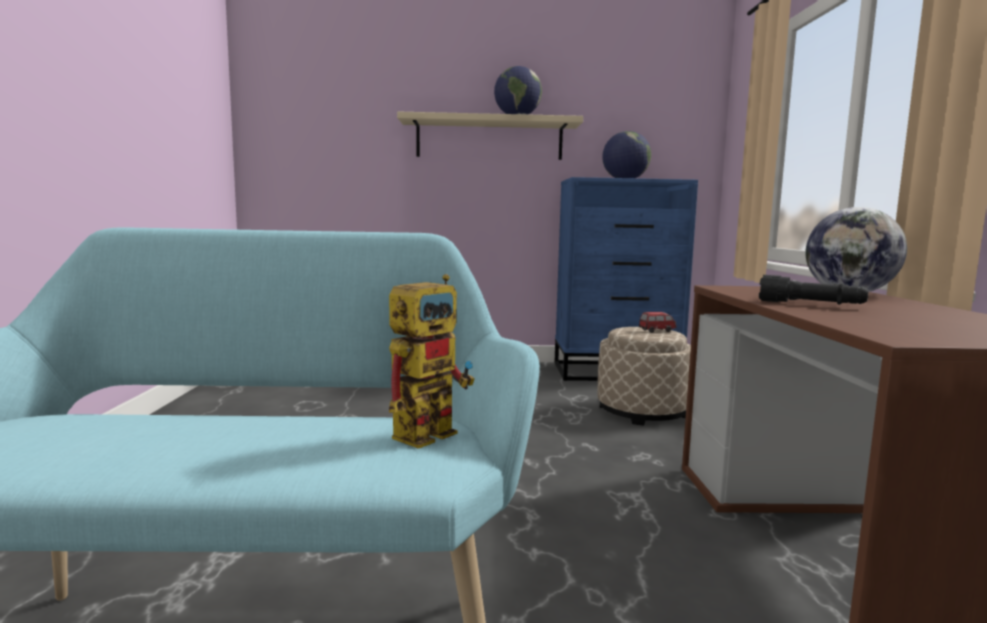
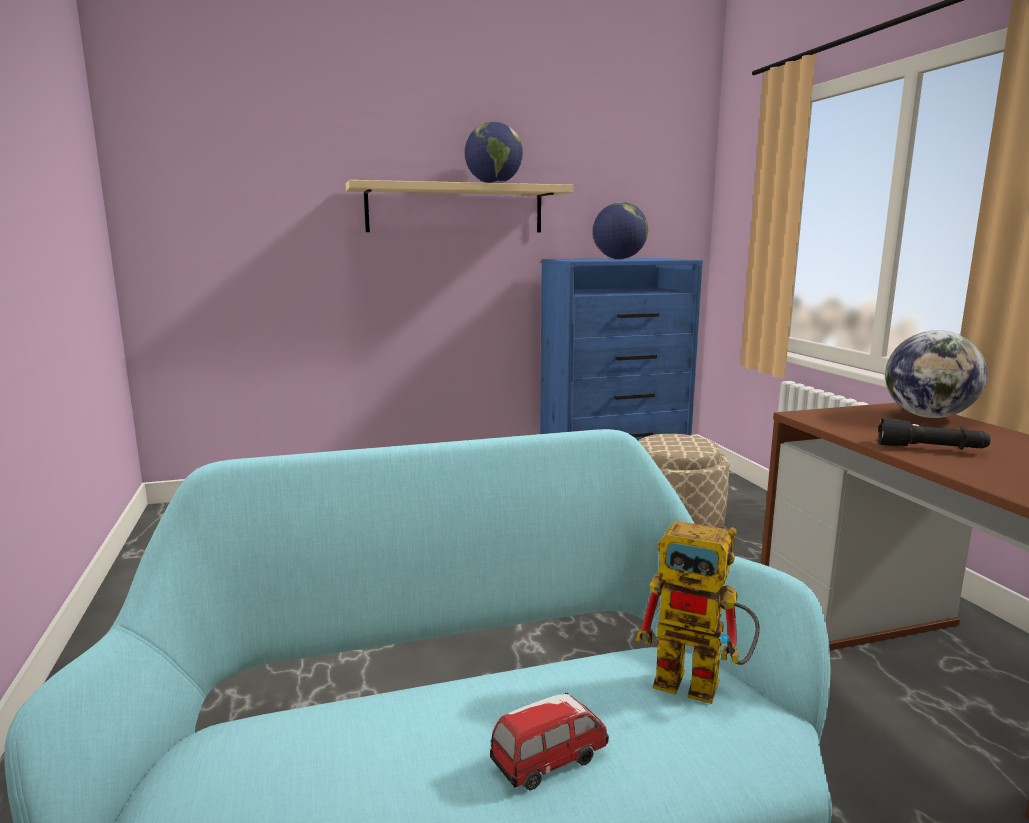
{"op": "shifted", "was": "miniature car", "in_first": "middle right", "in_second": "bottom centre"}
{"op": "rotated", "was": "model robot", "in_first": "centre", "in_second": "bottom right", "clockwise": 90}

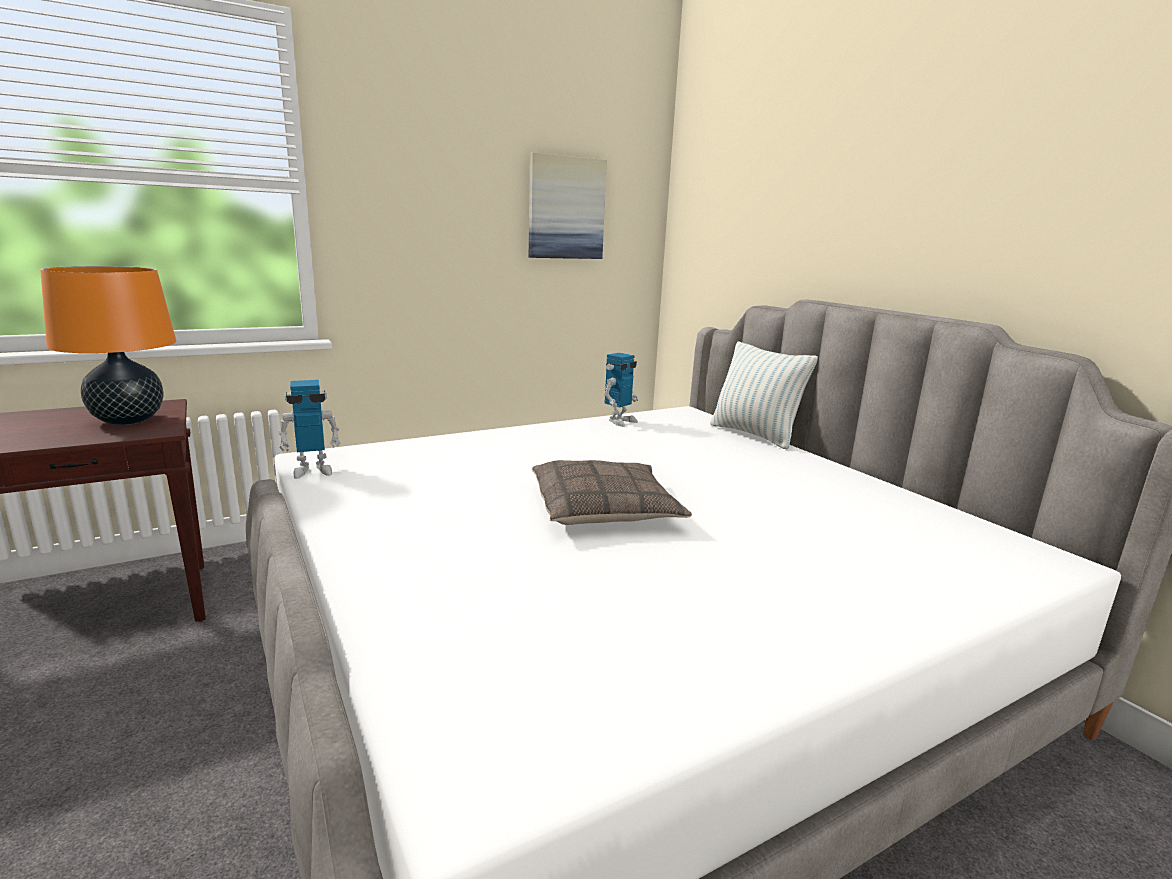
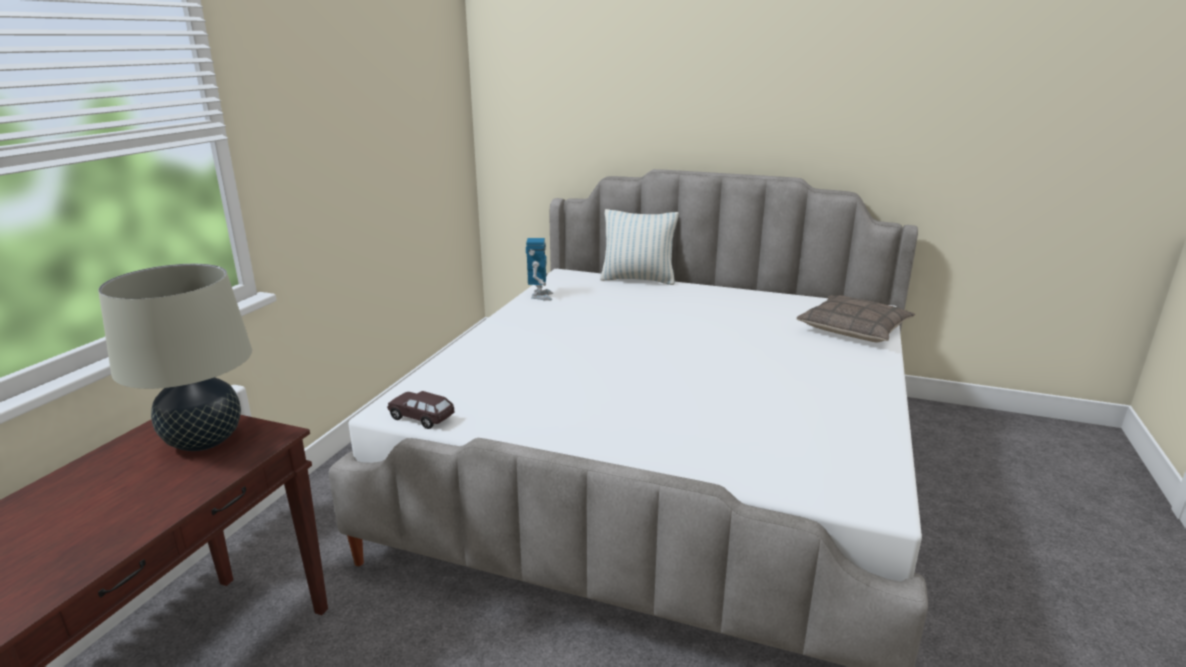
{"op": "repainted", "was": "table lamp (orange)", "now": "table lamp (beige-coloured)", "in_first": "middle left", "in_second": "middle left"}
{"op": "swapped", "was": "model robot (no. 1 from left)", "now": "miniature car (brownish)", "in_first": "middle left", "in_second": "centre"}
{"op": "shifted", "was": "throw pillow (no. 1 from left in the first image)", "now": "throw pillow (no. 2 from left)", "in_first": "centre", "in_second": "middle right"}
{"op": "gone", "was": "wall art", "in_first": "top centre"}

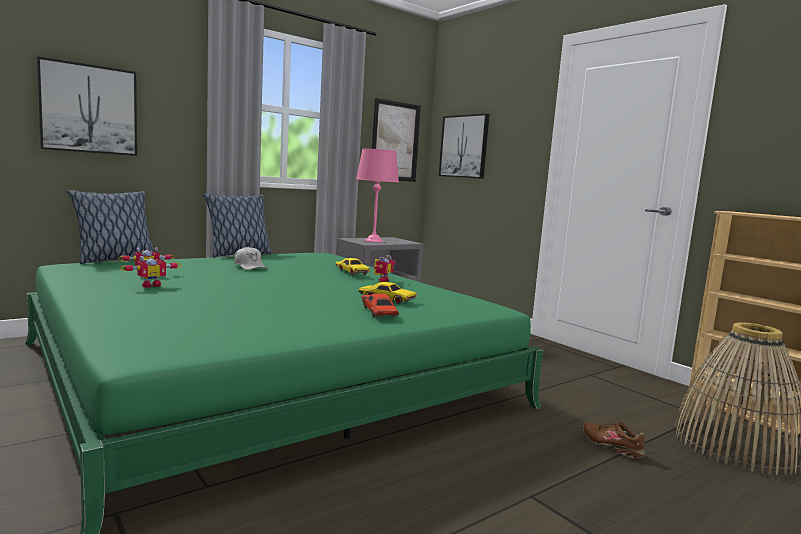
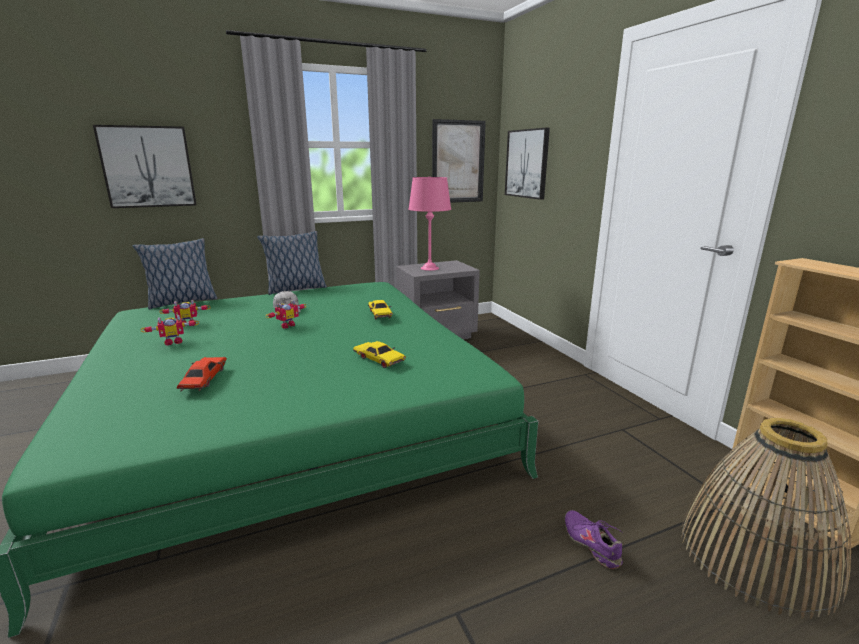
{"op": "shifted", "was": "miniature car (reddish)", "in_first": "centre", "in_second": "middle left"}
{"op": "shifted", "was": "model robot (no. 3 from left)", "in_first": "centre", "in_second": "middle left"}
{"op": "repainted", "was": "shoe (brownish)", "now": "shoe (purple)", "in_first": "bottom right", "in_second": "bottom right"}

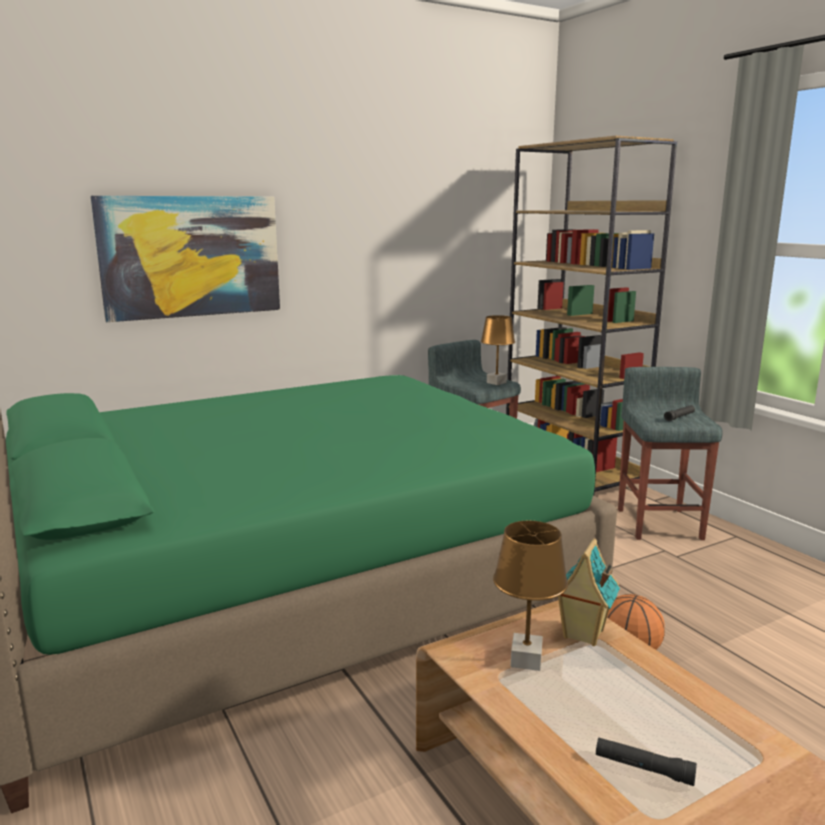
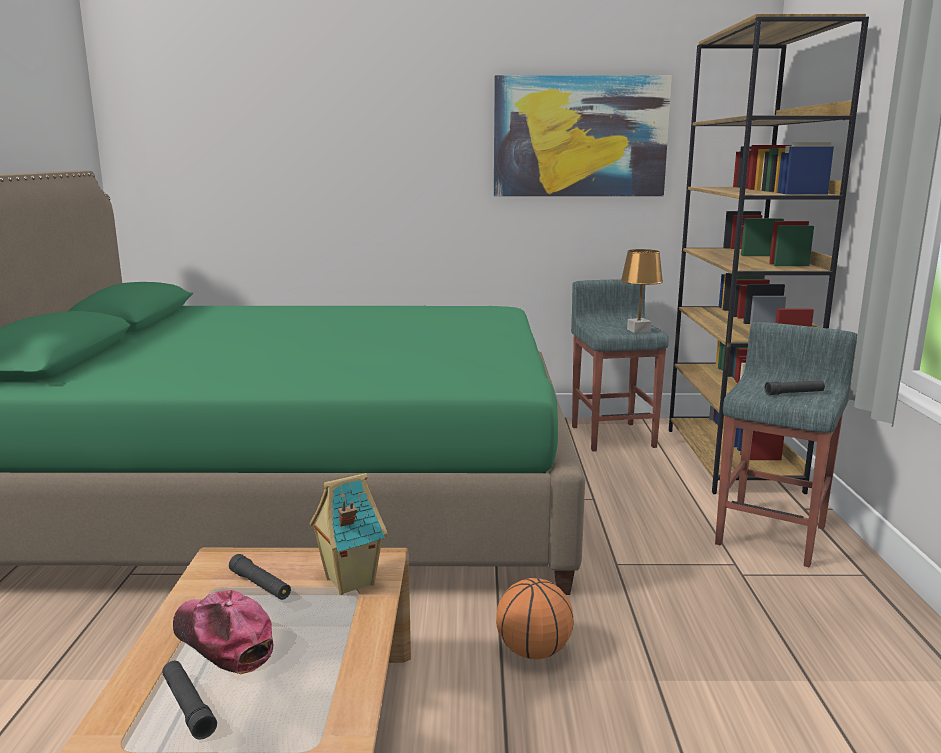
{"op": "new", "now": "baseball cap", "in_second": "bottom left"}
{"op": "swapped", "was": "table lamp (brownish) (no. 2 from left)", "now": "torch (black) (no. 2 from left)", "in_first": "bottom centre", "in_second": "bottom left"}
{"op": "shifted", "was": "wall art", "in_first": "top left", "in_second": "top centre"}

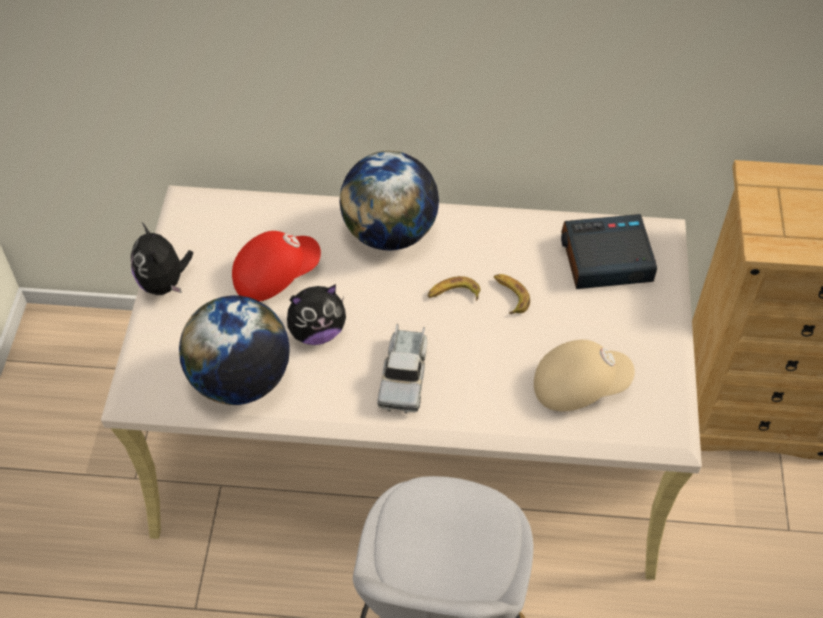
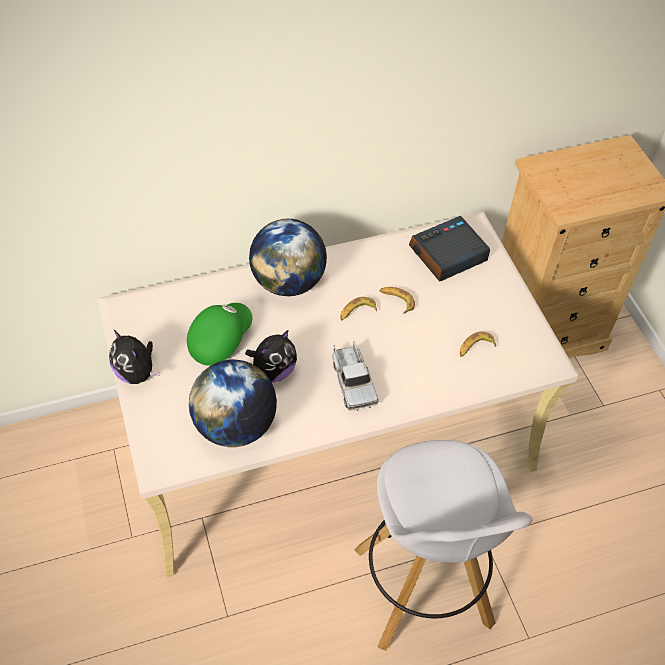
{"op": "repainted", "was": "baseball cap (reddish)", "now": "baseball cap (green)", "in_first": "centre", "in_second": "middle left"}
{"op": "swapped", "was": "baseball cap (beige-coloured)", "now": "banana fruit (no. 3 from left)", "in_first": "middle right", "in_second": "middle right"}

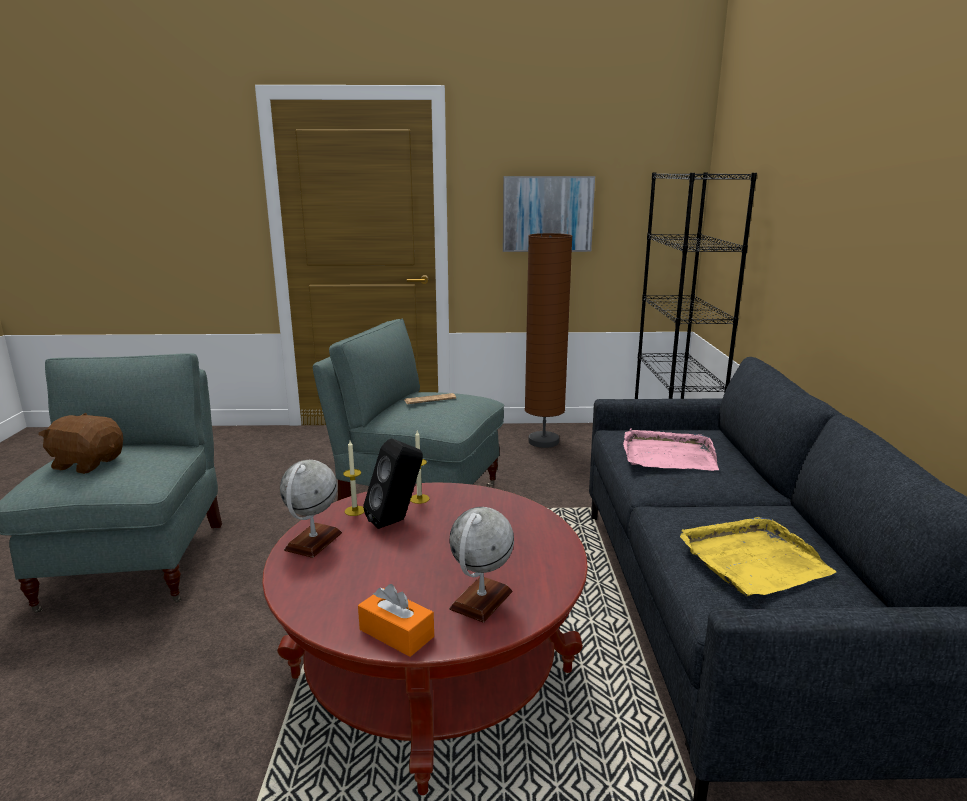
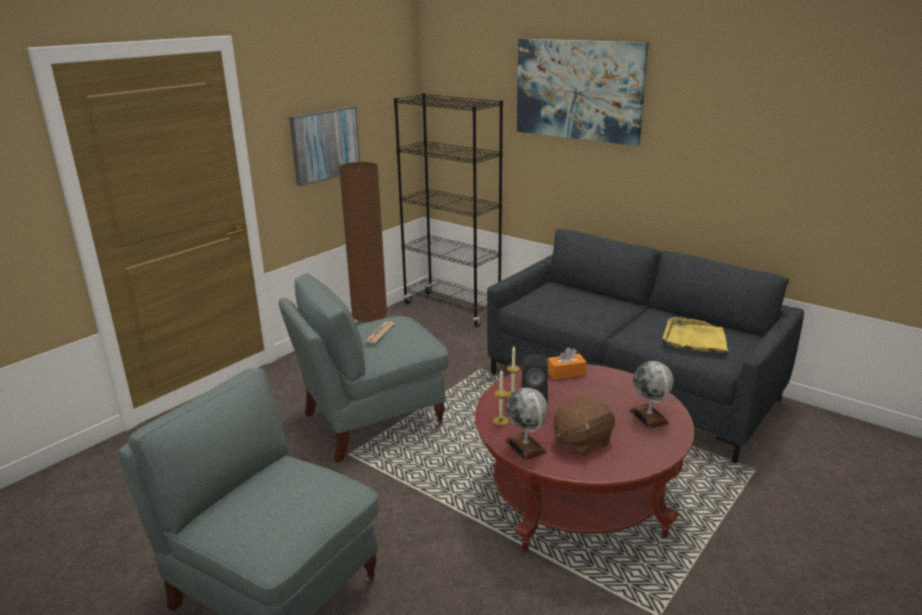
{"op": "new", "now": "wall art (no. 2 from left)", "in_second": "top centre"}
{"op": "shifted", "was": "tissue holder (orange)", "in_first": "bottom centre", "in_second": "centre"}
{"op": "shifted", "was": "plush toy (brownish)", "in_first": "middle left", "in_second": "bottom centre"}
{"op": "gone", "was": "carrying tray (pink)", "in_first": "middle right"}

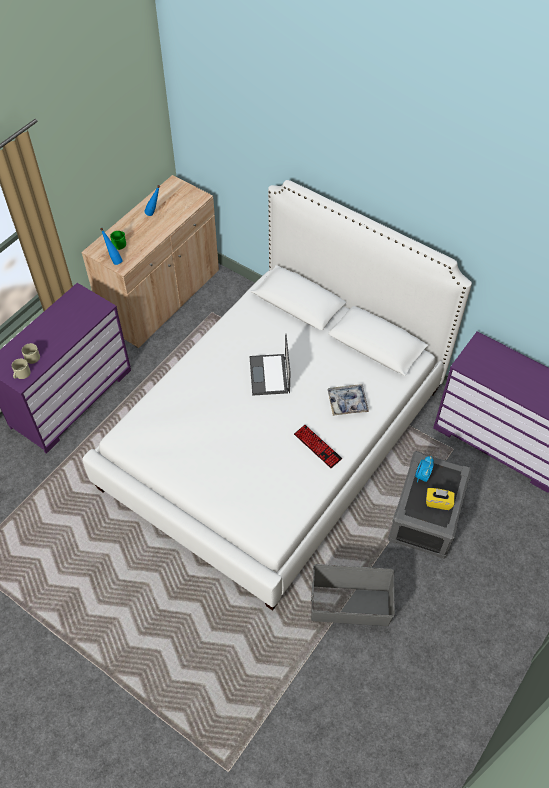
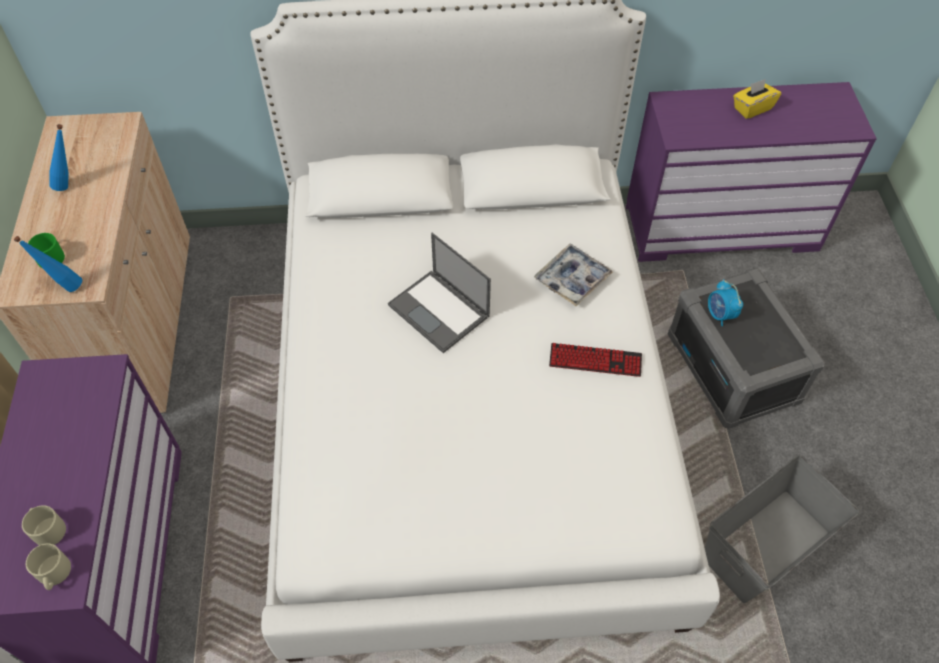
{"op": "shifted", "was": "tissue holder (yellow)", "in_first": "middle right", "in_second": "top right"}

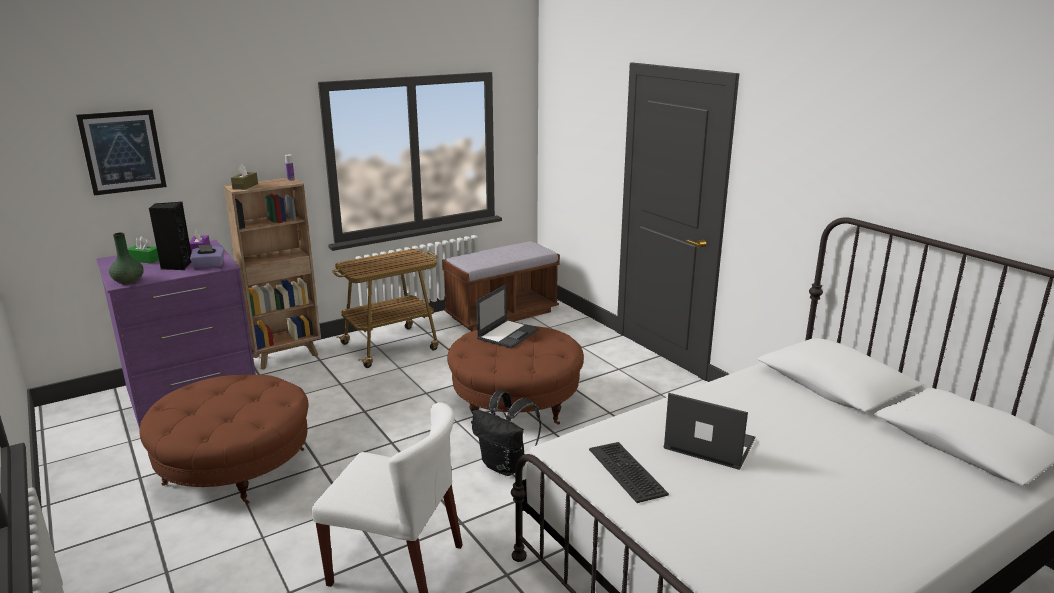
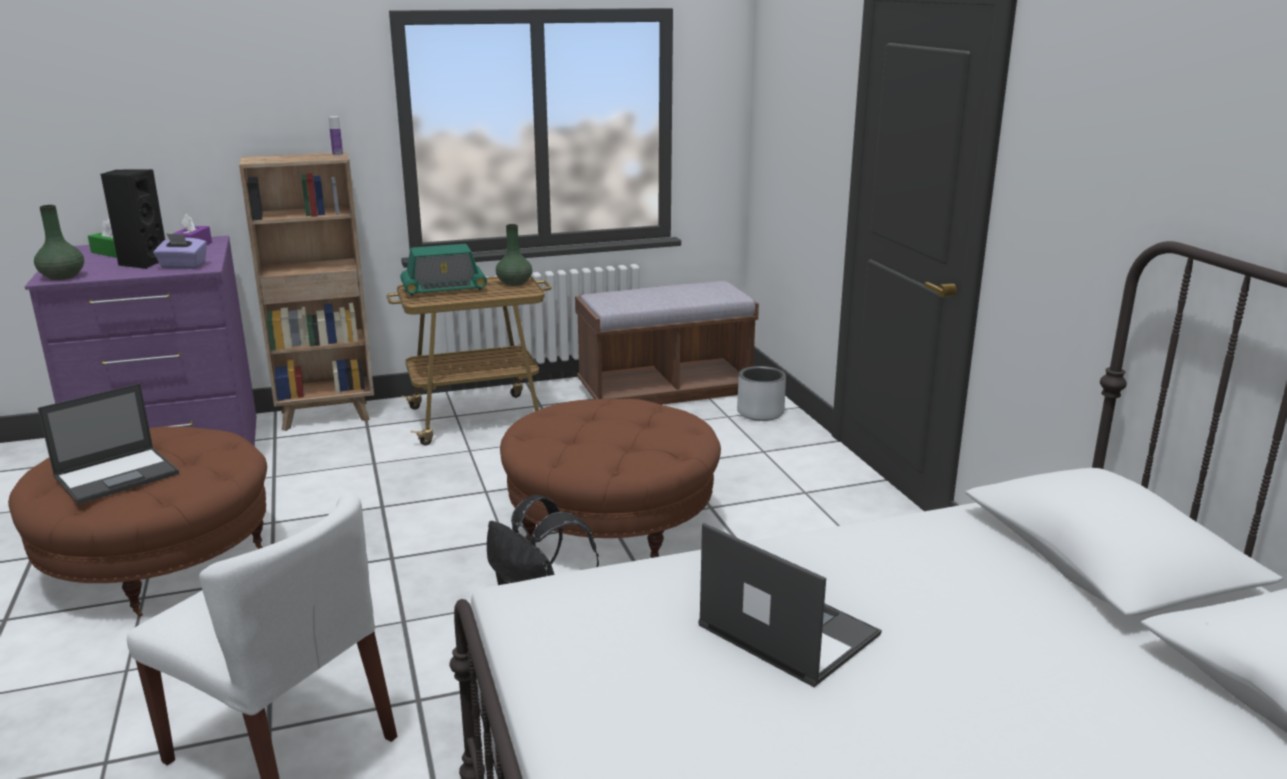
{"op": "shifted", "was": "laptop (no. 1 from left)", "in_first": "centre", "in_second": "middle left"}
{"op": "new", "now": "radio set", "in_second": "centre"}
{"op": "new", "now": "vase (green) (no. 2 from left)", "in_second": "top centre"}
{"op": "new", "now": "flower pot (greyish)", "in_second": "centre"}
{"op": "gone", "was": "wall art", "in_first": "top left"}
{"op": "gone", "was": "tissue holder (brownish)", "in_first": "top left"}
{"op": "gone", "was": "PC keyboard", "in_first": "bottom centre"}

